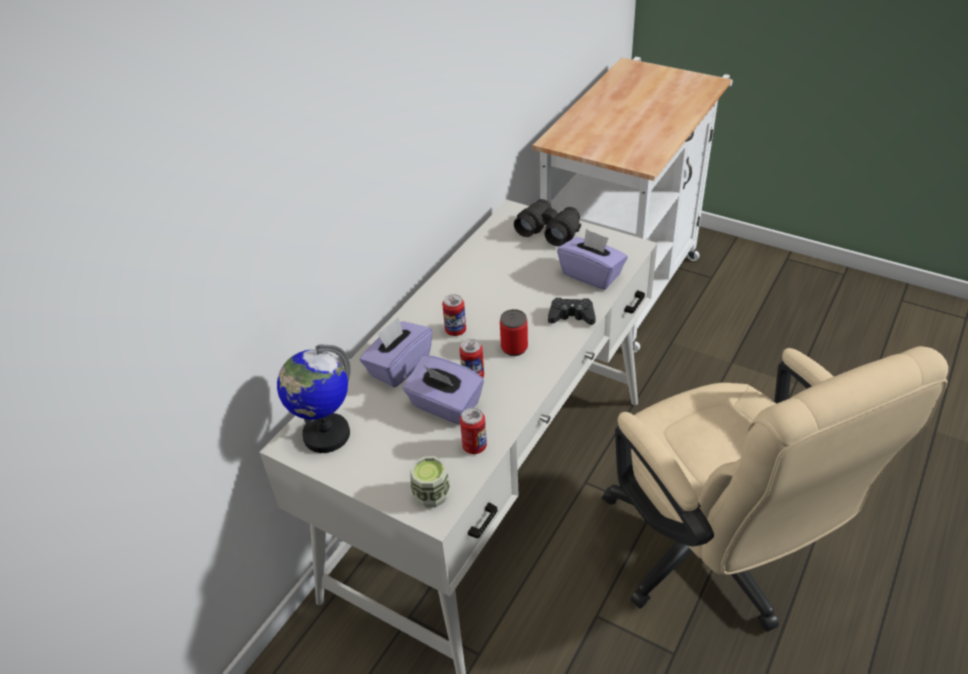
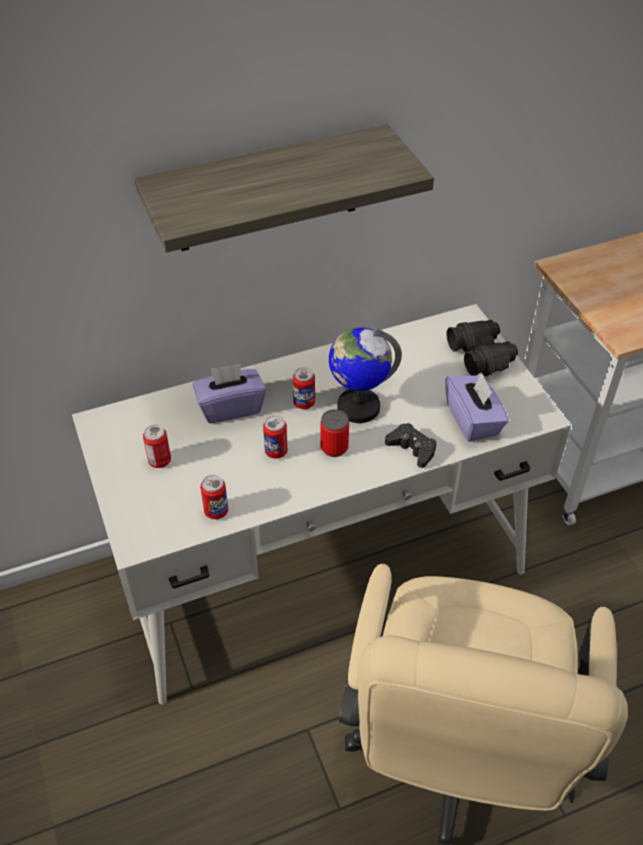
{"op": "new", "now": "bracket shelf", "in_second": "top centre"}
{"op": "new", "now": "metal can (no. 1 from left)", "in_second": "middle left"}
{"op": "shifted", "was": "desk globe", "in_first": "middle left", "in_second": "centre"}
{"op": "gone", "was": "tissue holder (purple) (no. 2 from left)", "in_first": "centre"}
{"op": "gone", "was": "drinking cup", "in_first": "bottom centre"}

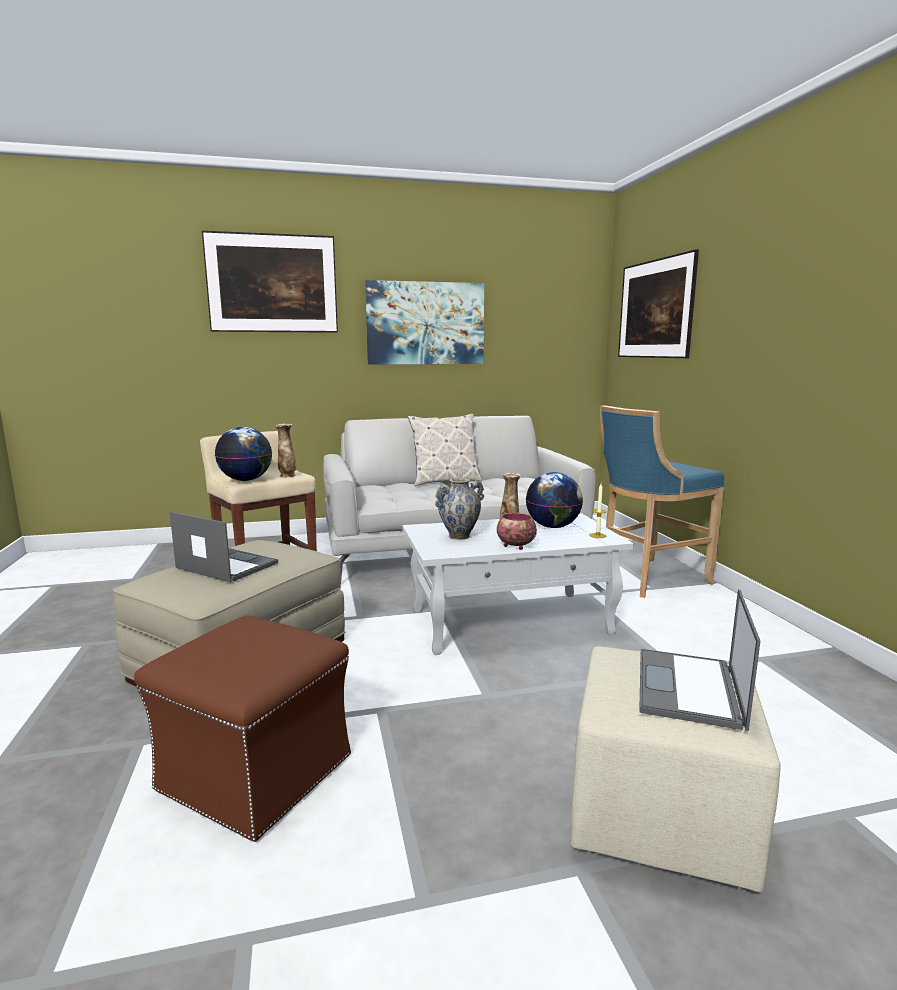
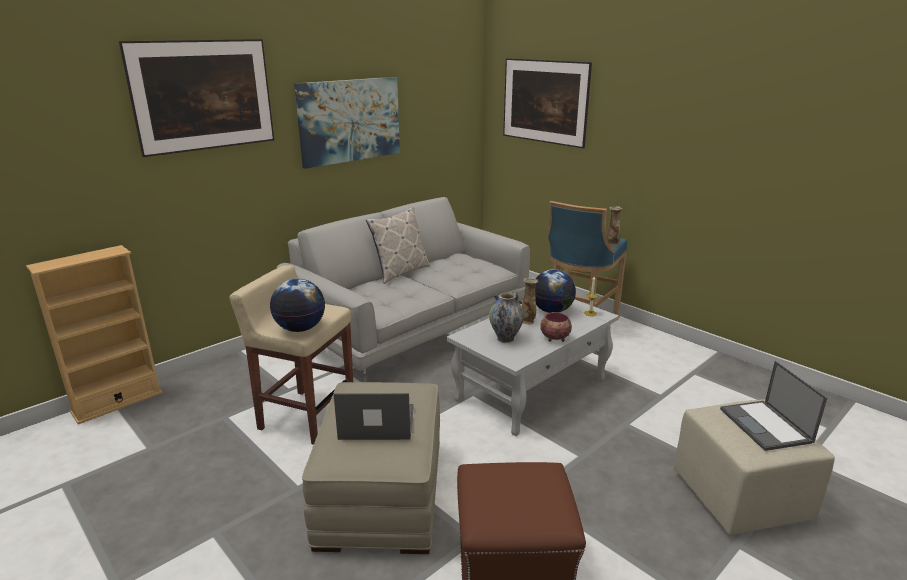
{"op": "new", "now": "bookcase (beige-coloured)", "in_second": "middle left"}
{"op": "shifted", "was": "vase (no. 1 from left in the first image)", "now": "vase (no. 3 from left)", "in_first": "middle left", "in_second": "middle right"}

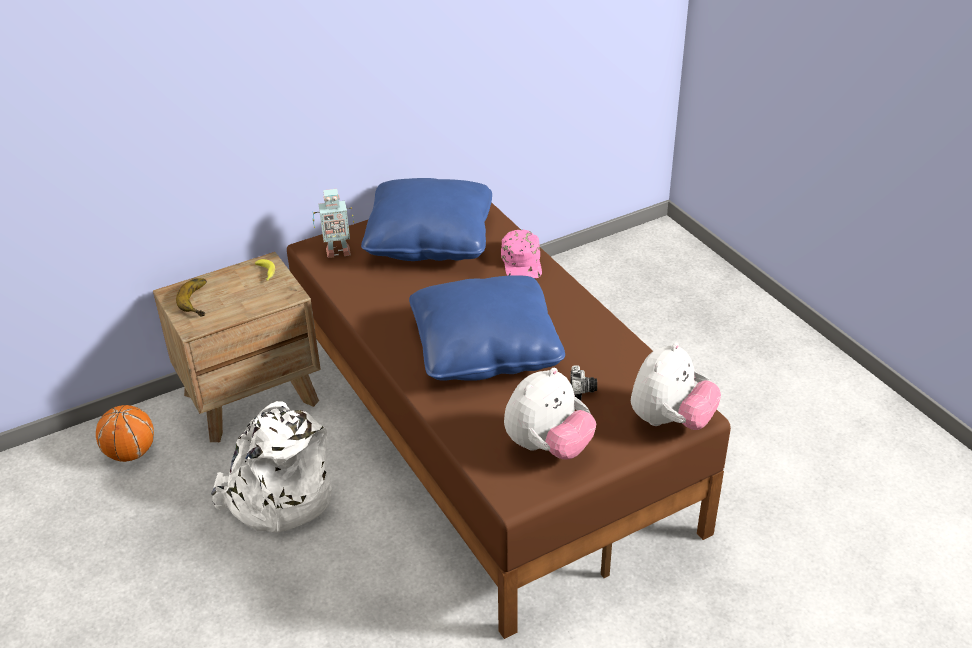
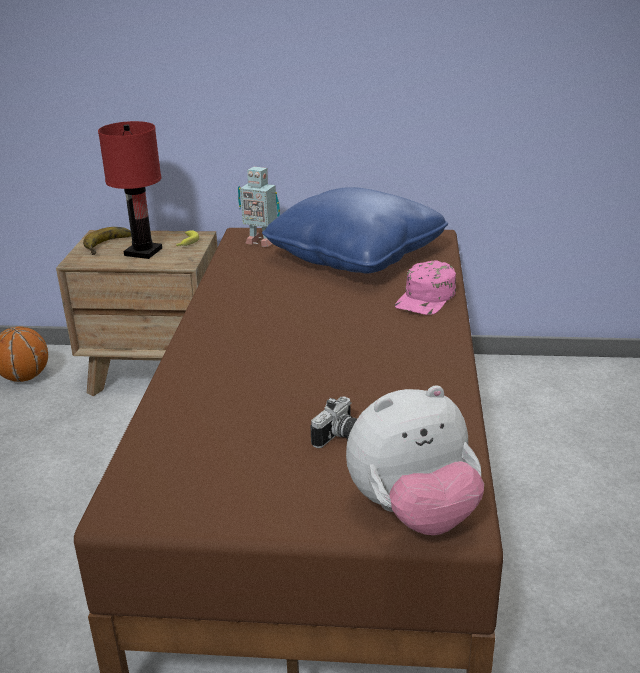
{"op": "new", "now": "table lamp (reddish)", "in_second": "top left"}
{"op": "gone", "was": "knapsack (white-coloured)", "in_first": "bottom left"}
{"op": "gone", "was": "throw pillow (blue-coloured) (no. 2 from left)", "in_first": "centre"}
{"op": "gone", "was": "plush toy (no. 1 from left)", "in_first": "centre"}

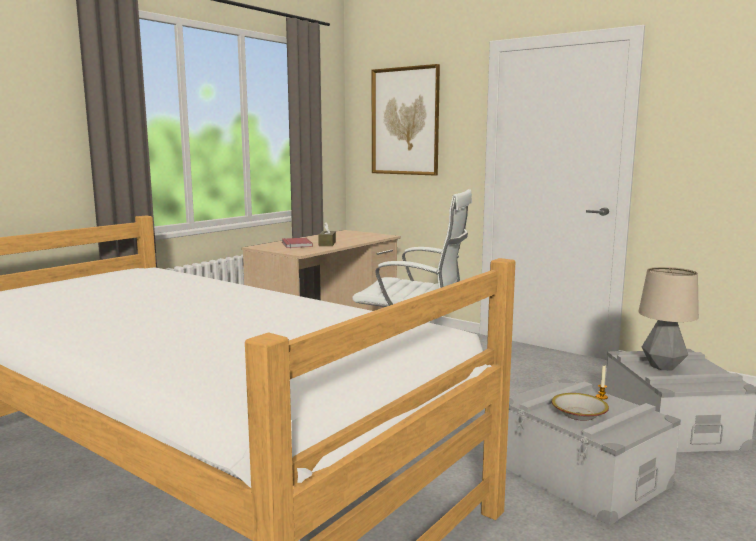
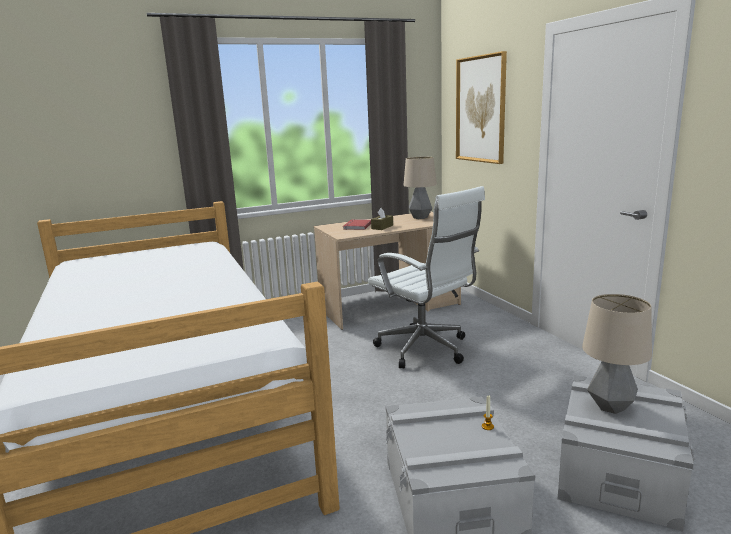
{"op": "new", "now": "table lamp (no. 1 from left)", "in_second": "centre"}
{"op": "gone", "was": "deep dish", "in_first": "bottom right"}

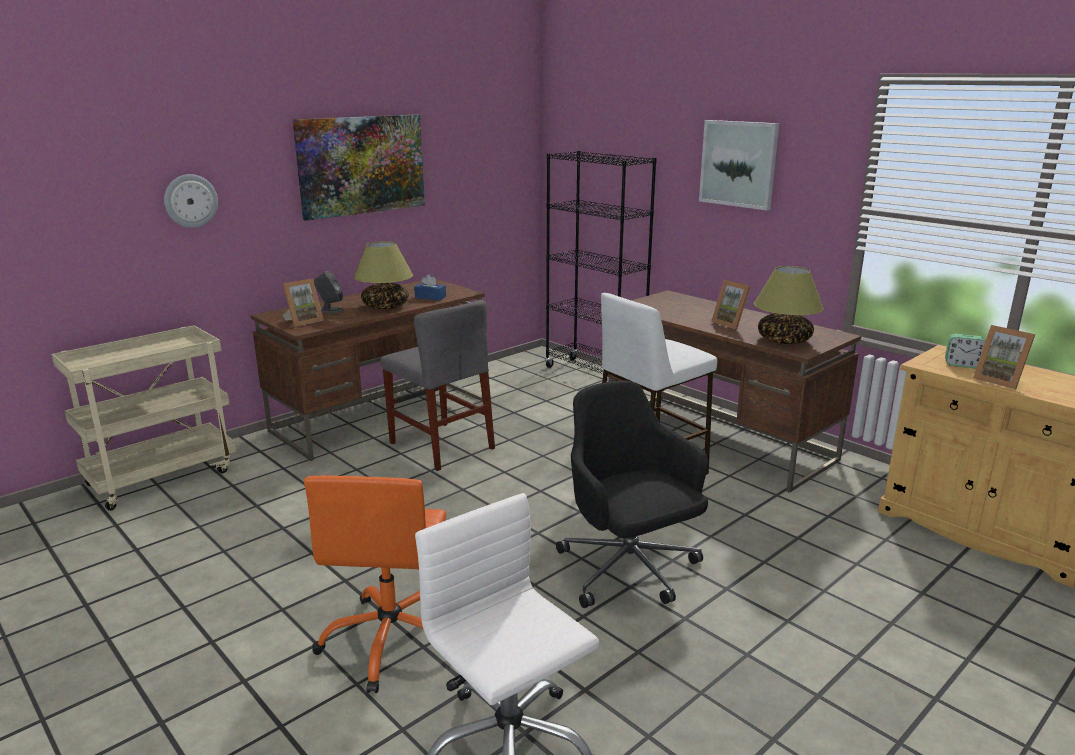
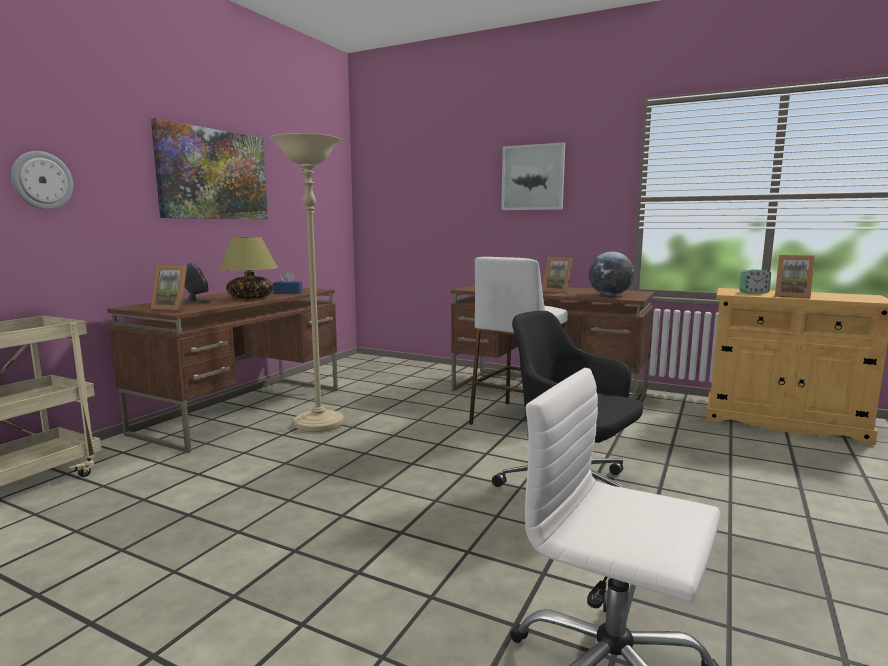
{"op": "rotated", "was": "picture frame (no. 1 from left)", "in_first": "middle left", "in_second": "middle left", "clockwise": 75}
{"op": "swapped", "was": "upright chair (greyish)", "now": "floor lamp (beige-coloured)", "in_first": "centre", "in_second": "centre"}
{"op": "swapped", "was": "table lamp (no. 2 from left)", "now": "desk globe", "in_first": "middle right", "in_second": "middle right"}
{"op": "gone", "was": "computer chair (orange)", "in_first": "bottom centre"}
{"op": "gone", "was": "bookcase (black)", "in_first": "centre"}

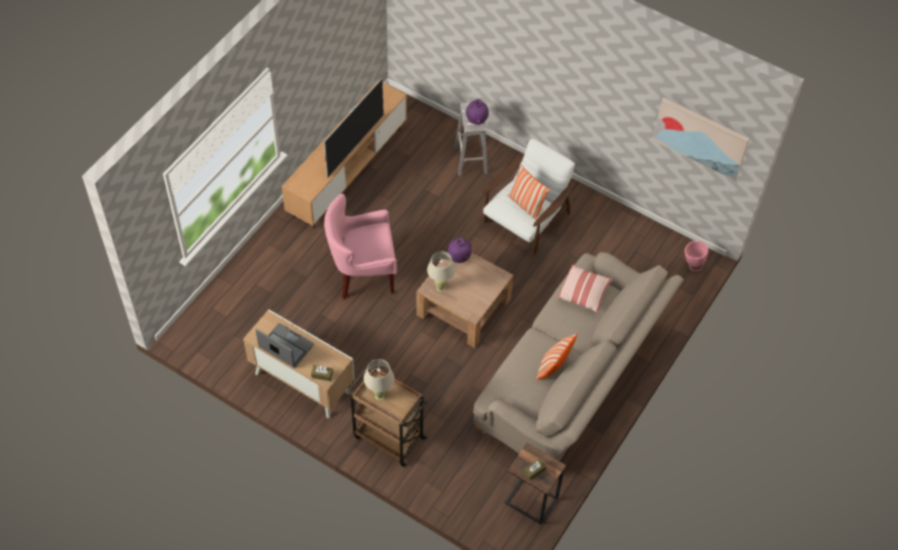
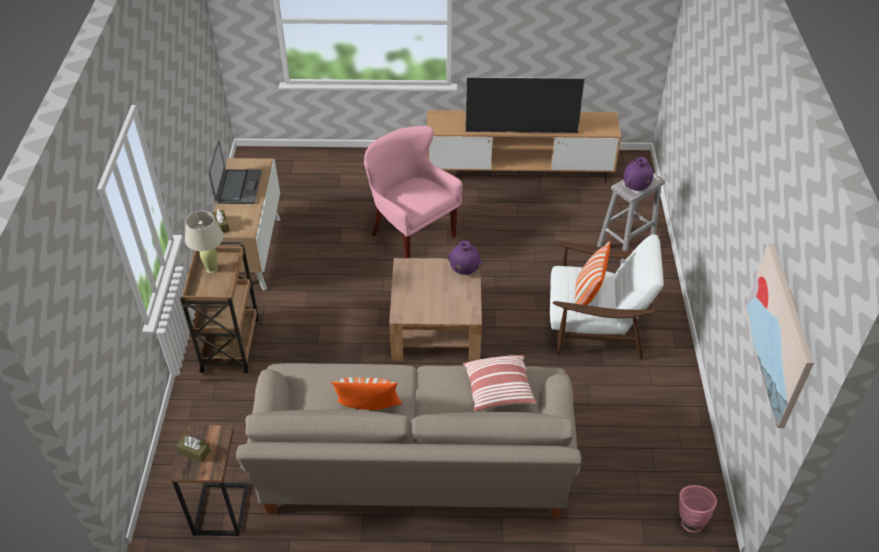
{"op": "gone", "was": "table lamp (beige-coloured) (no. 2 from left)", "in_first": "centre"}

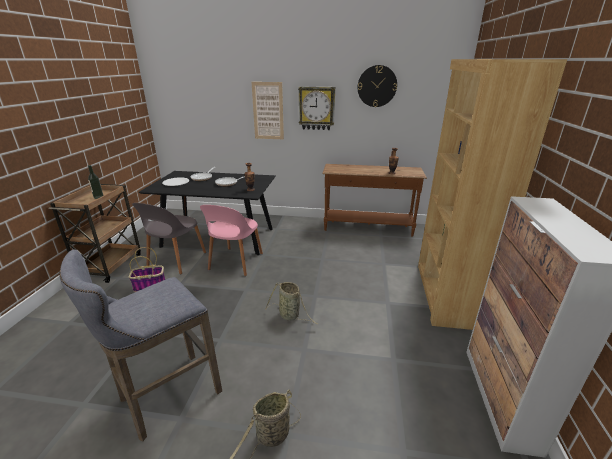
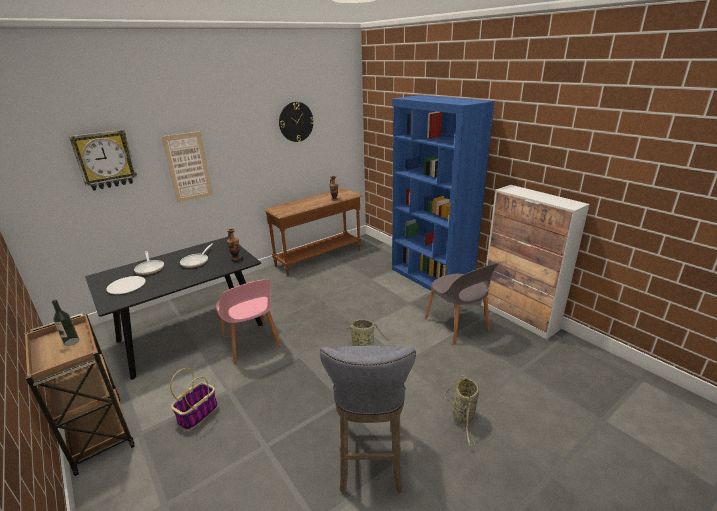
{"op": "shifted", "was": "hanging clock (no. 1 from left)", "in_first": "top centre", "in_second": "top left"}
{"op": "repainted", "was": "bookcase (brownish)", "now": "bookcase (blue-coloured)", "in_first": "middle right", "in_second": "centre"}
{"op": "shifted", "was": "upright chair (greyish)", "in_first": "middle left", "in_second": "centre"}

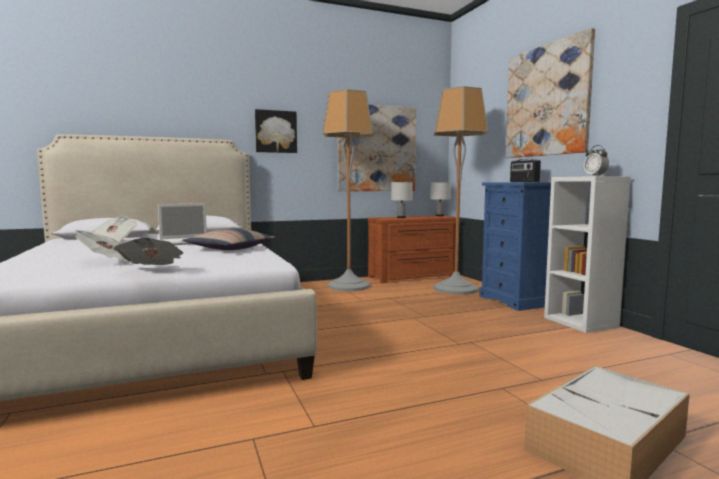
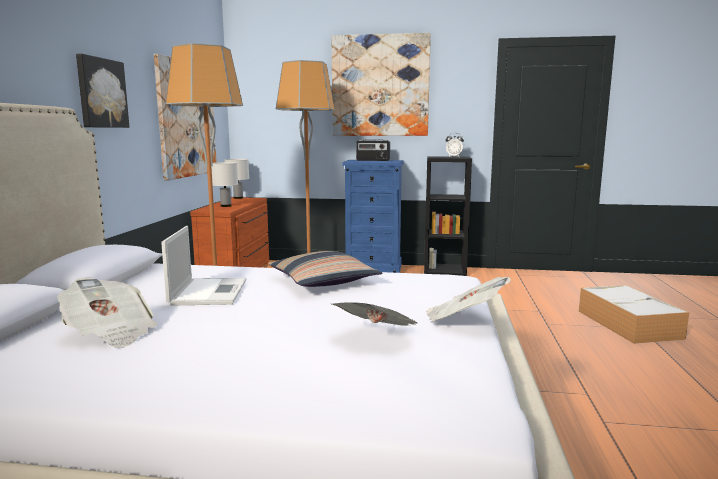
{"op": "repainted", "was": "bookcase (white-coloured)", "now": "bookcase (black)", "in_first": "middle right", "in_second": "centre"}

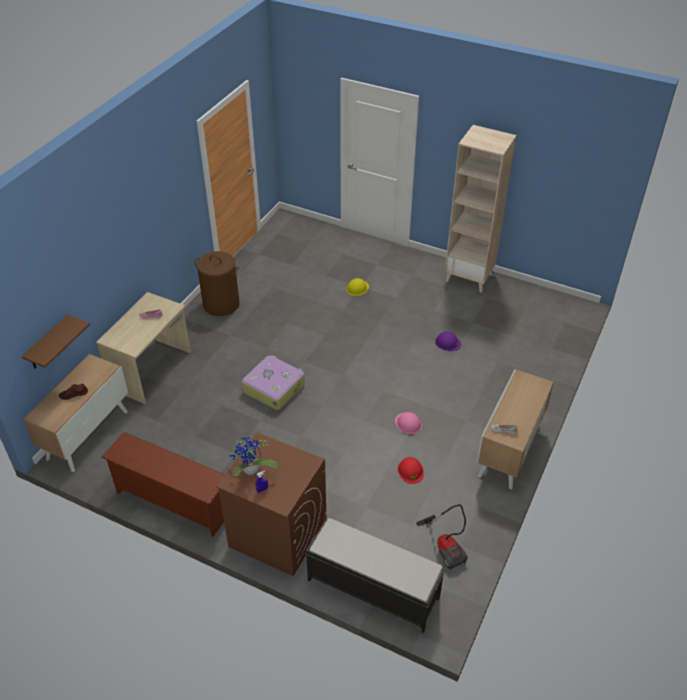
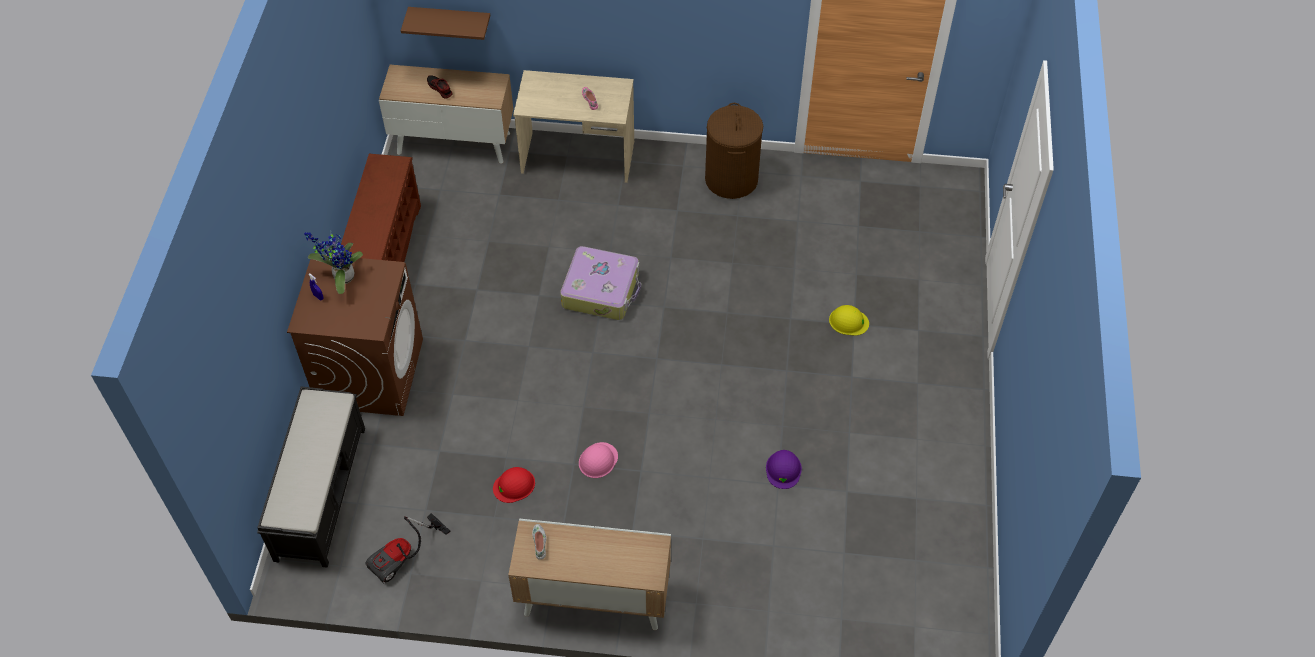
{"op": "gone", "was": "bookcase (beige-coloured)", "in_first": "top right"}

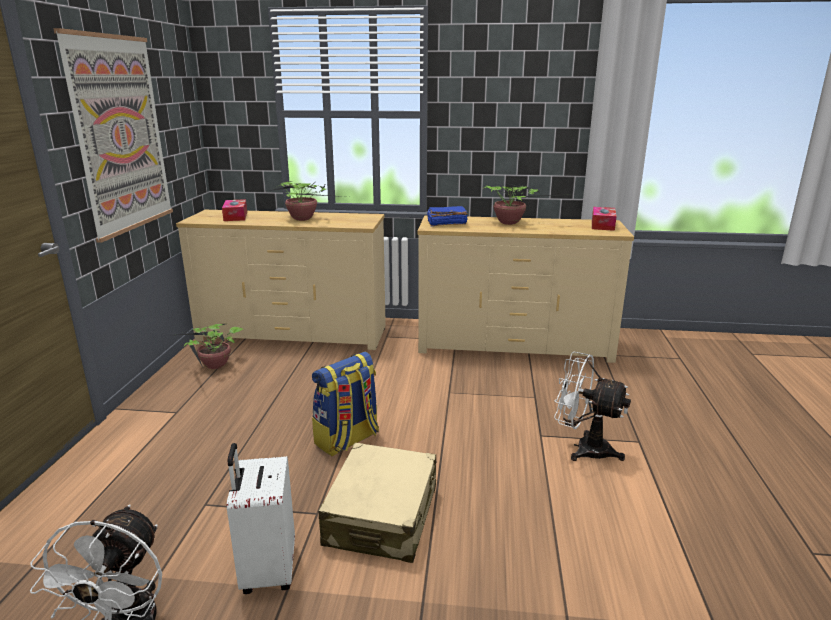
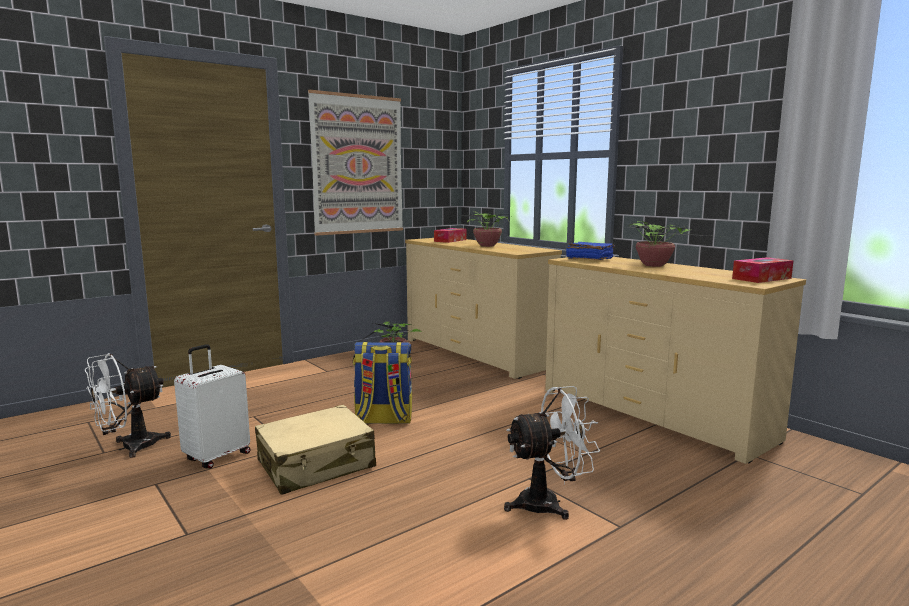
{"op": "rotated", "was": "fan (white-coloured) (no. 2 from left)", "in_first": "middle right", "in_second": "bottom centre", "clockwise": 90}

